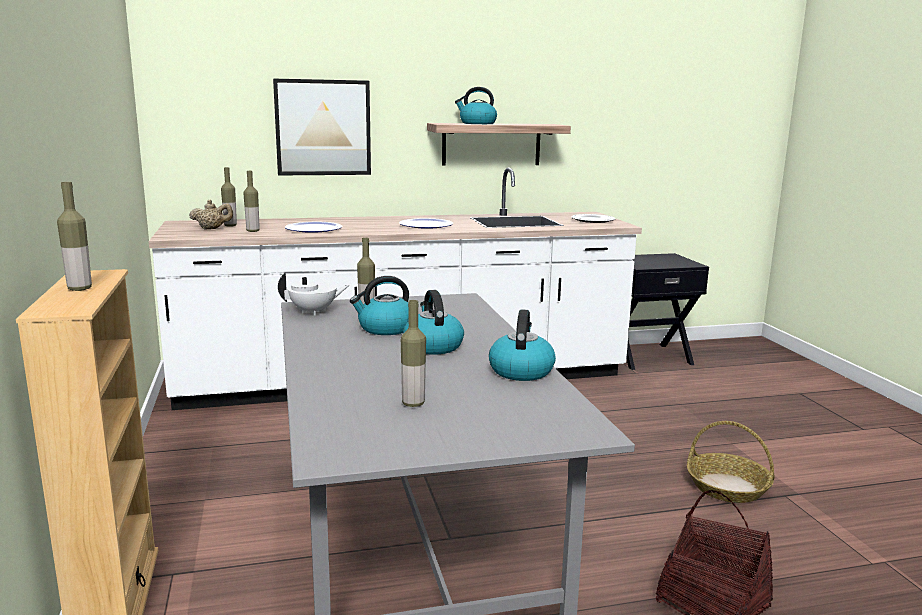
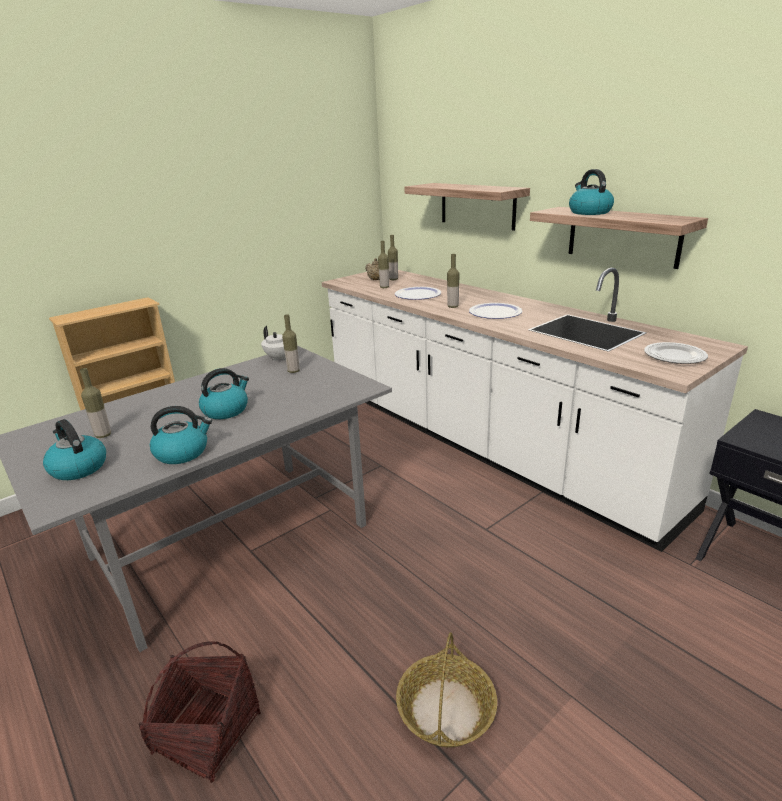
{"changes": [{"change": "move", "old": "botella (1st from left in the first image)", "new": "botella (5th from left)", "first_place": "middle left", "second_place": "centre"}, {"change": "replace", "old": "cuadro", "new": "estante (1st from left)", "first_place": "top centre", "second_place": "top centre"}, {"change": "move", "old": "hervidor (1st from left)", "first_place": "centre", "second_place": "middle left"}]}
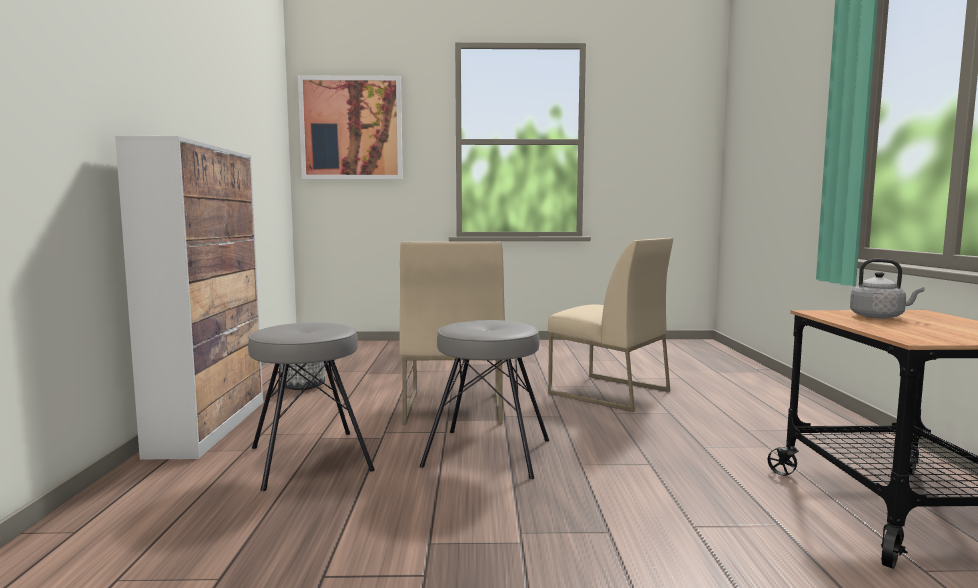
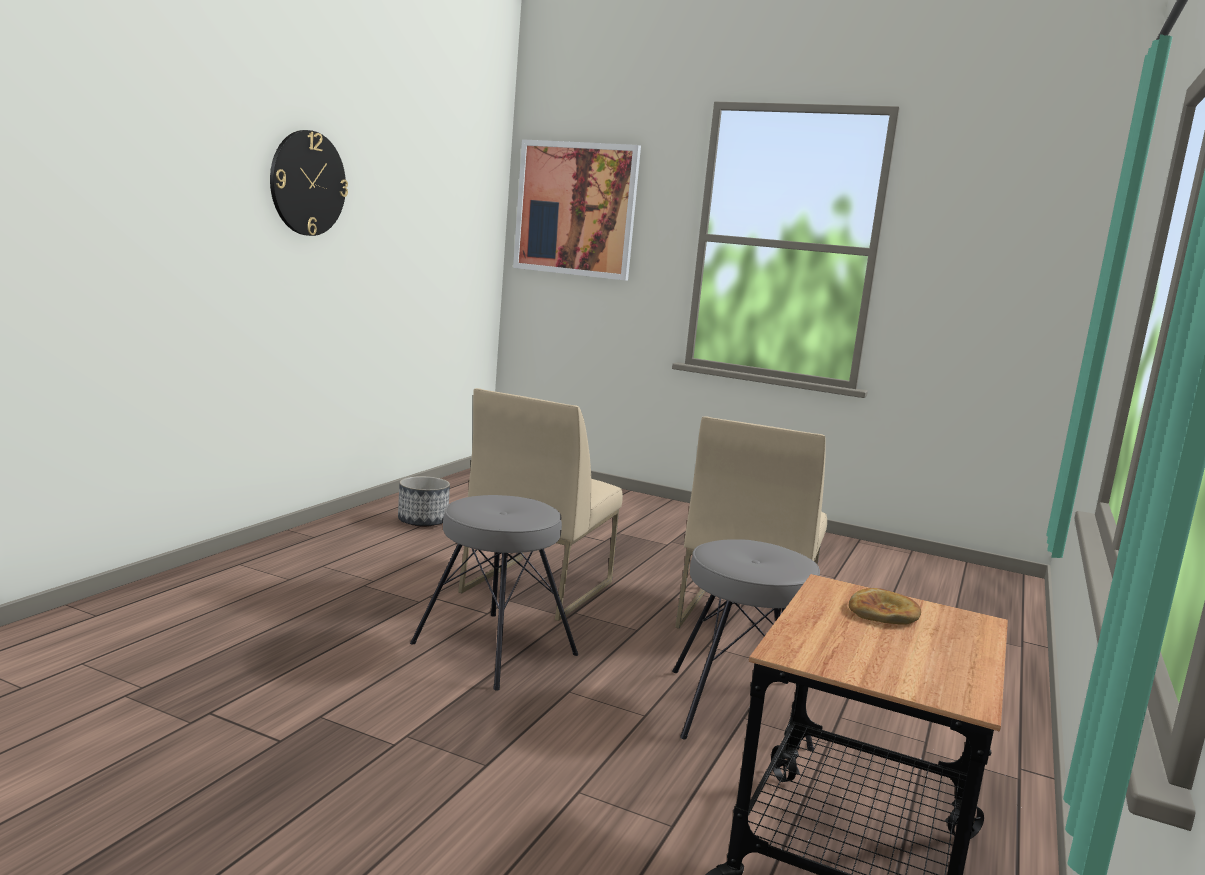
{"changes": [{"change": "delete", "old": "armario", "first_place": "middle left"}, {"change": "move", "old": "taburete/gris (1st from left in the first image)", "new": "taburete/gris (2nd from left)", "first_place": "bottom left", "second_place": "bottom centre"}, {"change": "rotate", "old": "silla/beis (2nd from left)", "first_place": "centre", "second_place": "centre", "degrees": 45}, {"change": "replace", "old": "hervidor/gris", "new": "pan", "first_place": "middle right", "second_place": "bottom right"}, {"change": "insert", "new": "reloj de pared", "second_place": "top left"}]}
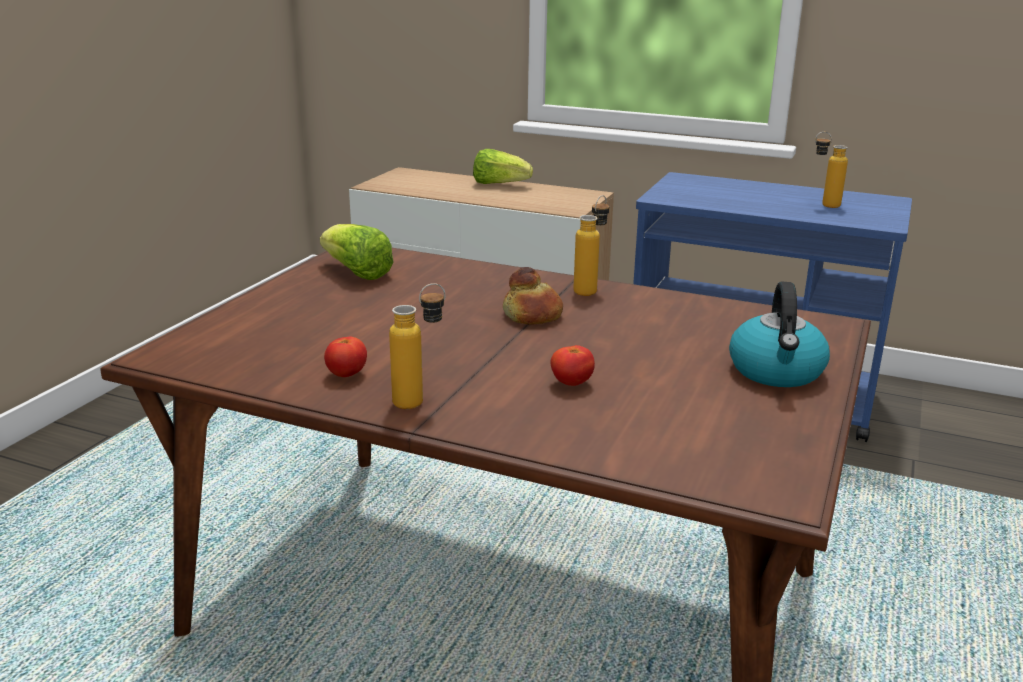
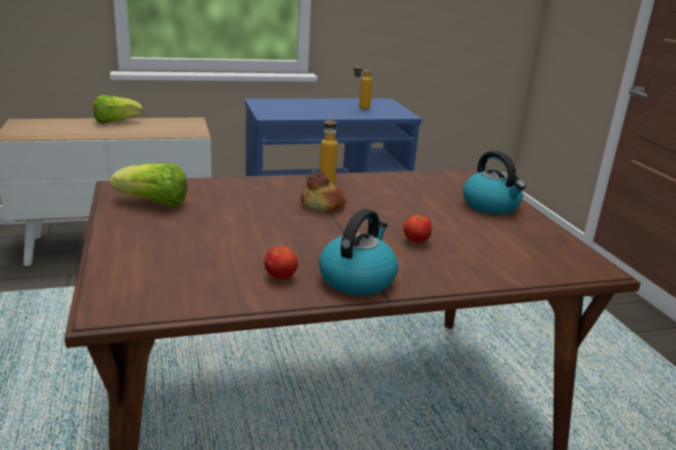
{"changes": [{"change": "replace", "old": "botella (1st from left)", "new": "hervidor (1st from left)", "first_place": "centre", "second_place": "centre"}]}
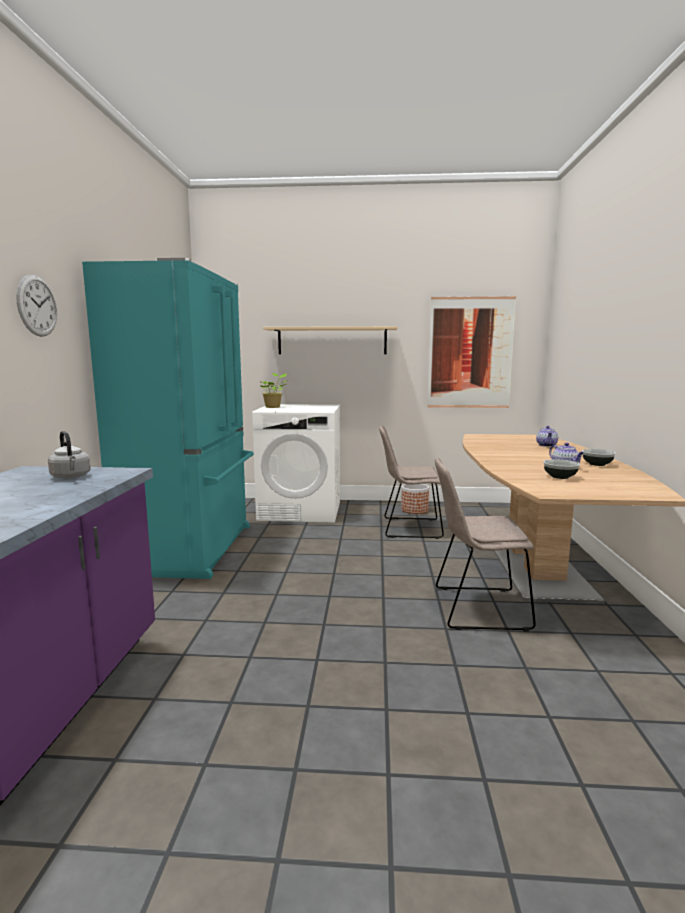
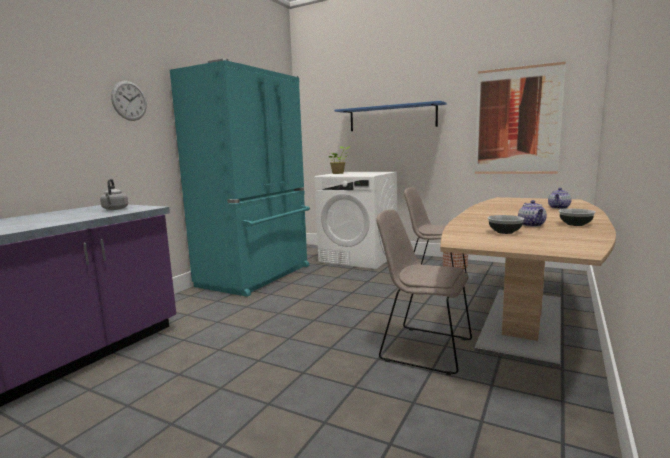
{"changes": [{"change": "recolor", "old": "estante/beis", "new": "estante/azul", "first_place": "centre", "second_place": "top centre"}]}
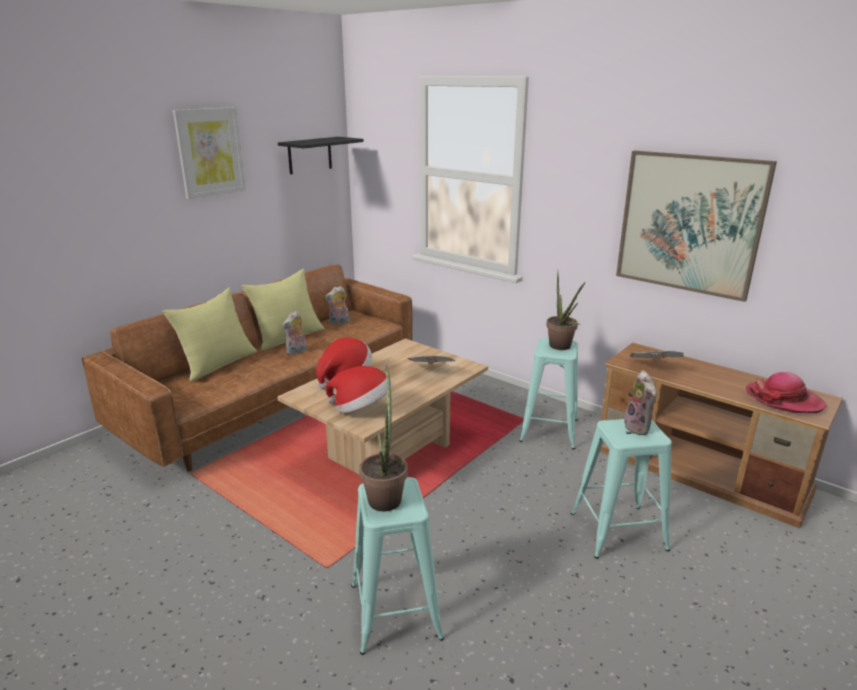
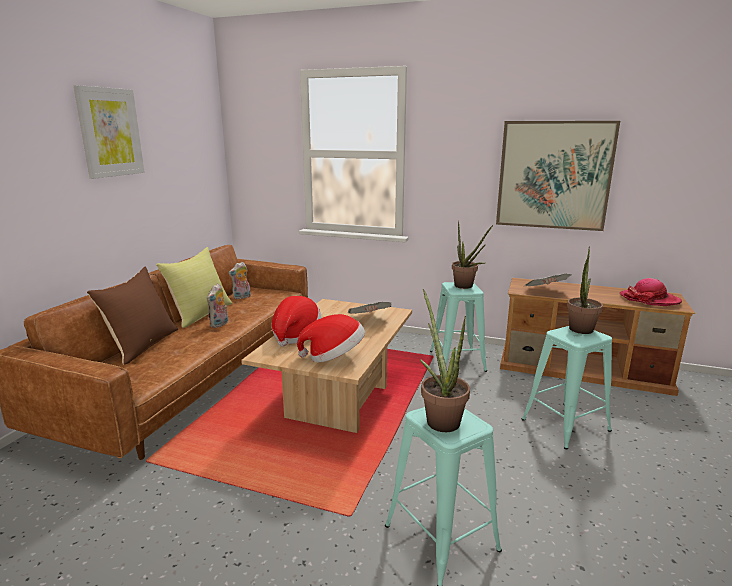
{"changes": [{"change": "recolor", "old": "cojín/amarillo (1st from left)", "new": "cojín/marrón", "first_place": "middle left", "second_place": "middle left"}, {"change": "delete", "old": "estante/negro", "first_place": "top centre"}, {"change": "replace", "old": "peluche (3rd from left)", "new": "planta en maceta (3rd from left)", "first_place": "middle right", "second_place": "middle right"}]}
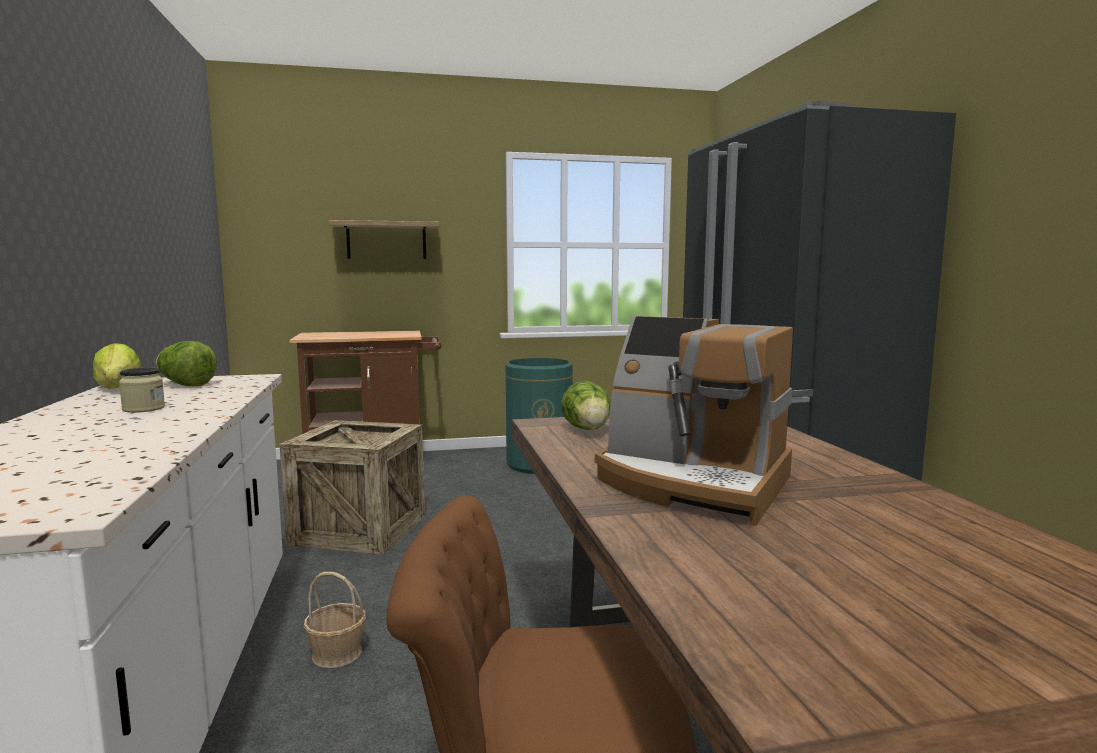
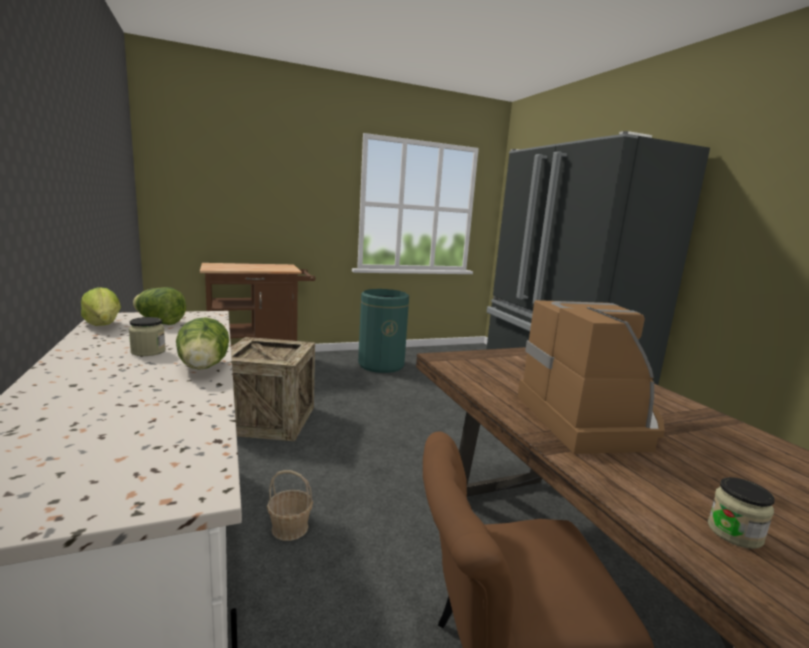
{"changes": [{"change": "delete", "old": "estante", "first_place": "top centre"}, {"change": "move", "old": "lechuga (3rd from left)", "first_place": "centre", "second_place": "middle left"}, {"change": "rotate", "old": "cafetera", "first_place": "centre", "second_place": "middle right", "degrees": -120}, {"change": "insert", "new": "tarro (2nd from left)", "second_place": "bottom right"}]}
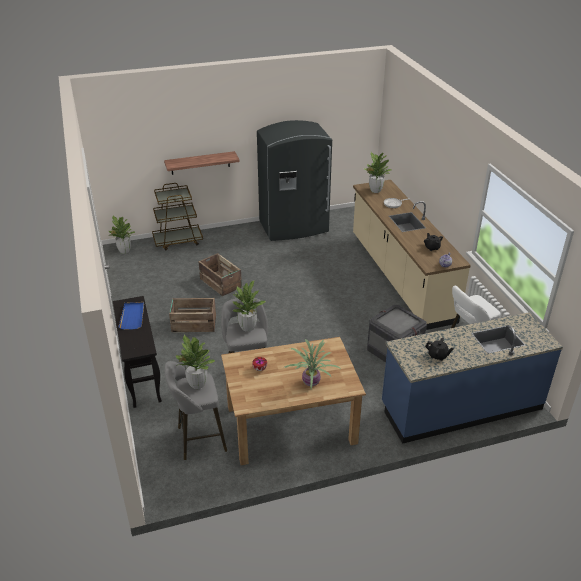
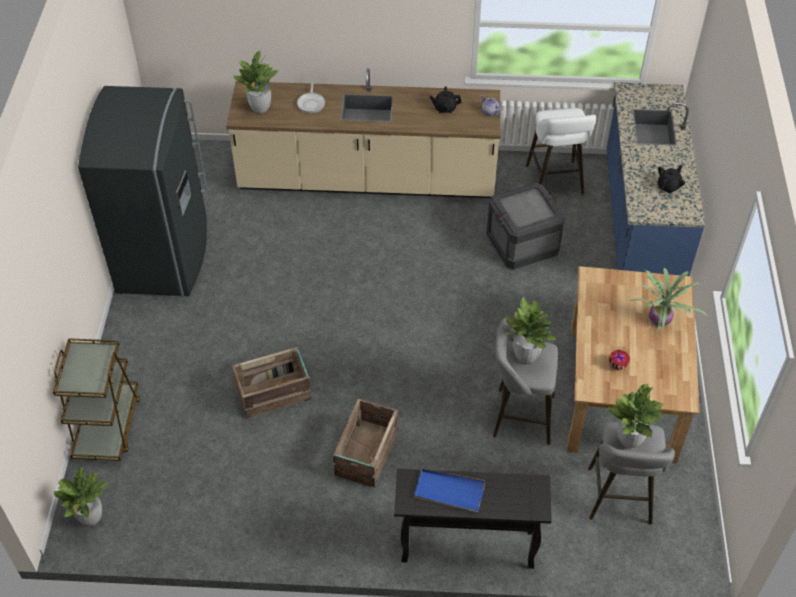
{"changes": [{"change": "delete", "old": "estante", "first_place": "top centre"}]}
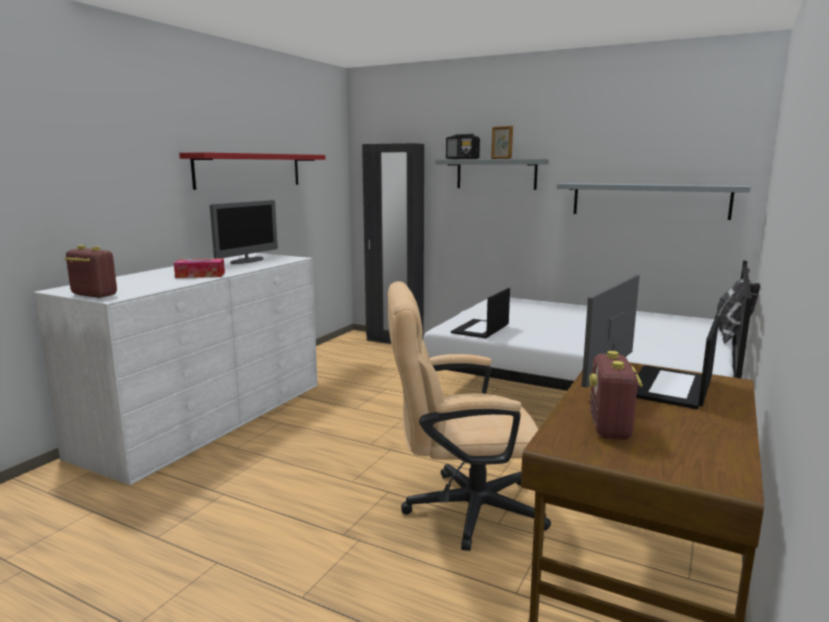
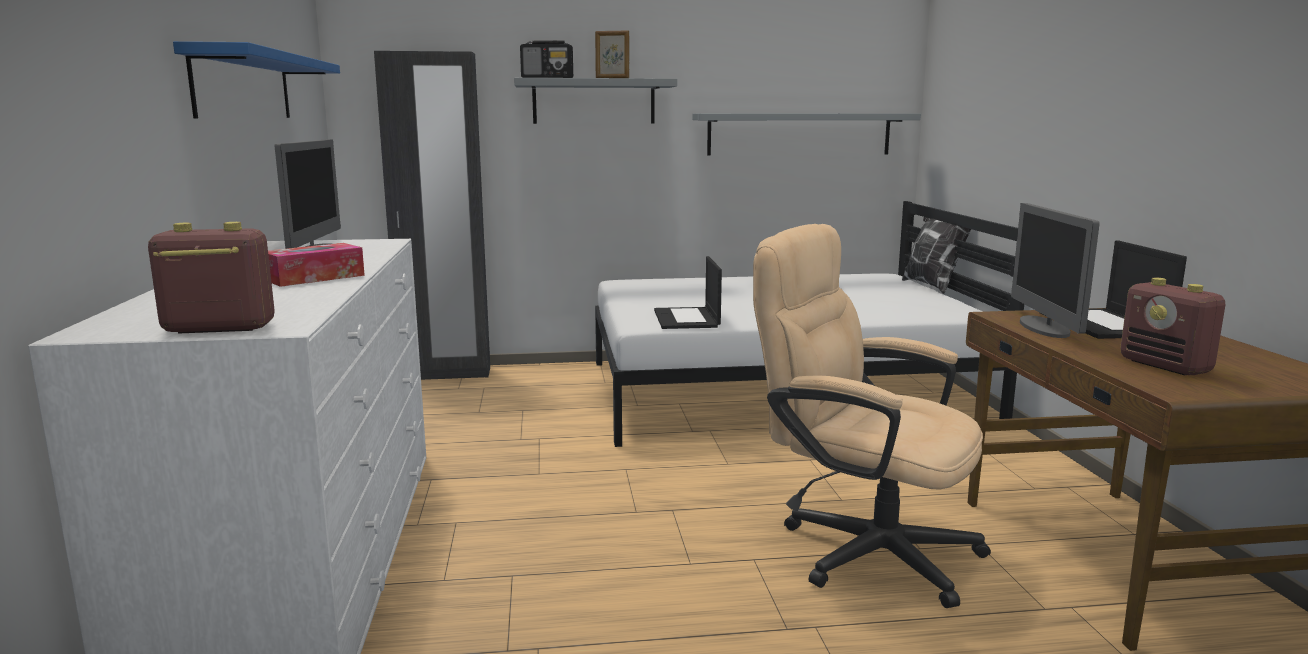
{"changes": [{"change": "recolor", "old": "estante/rojo", "new": "estante/azul", "first_place": "top left", "second_place": "top left"}, {"change": "rotate", "old": "silla de oficina/beis", "first_place": "bottom centre", "second_place": "middle right", "degrees": 75}]}
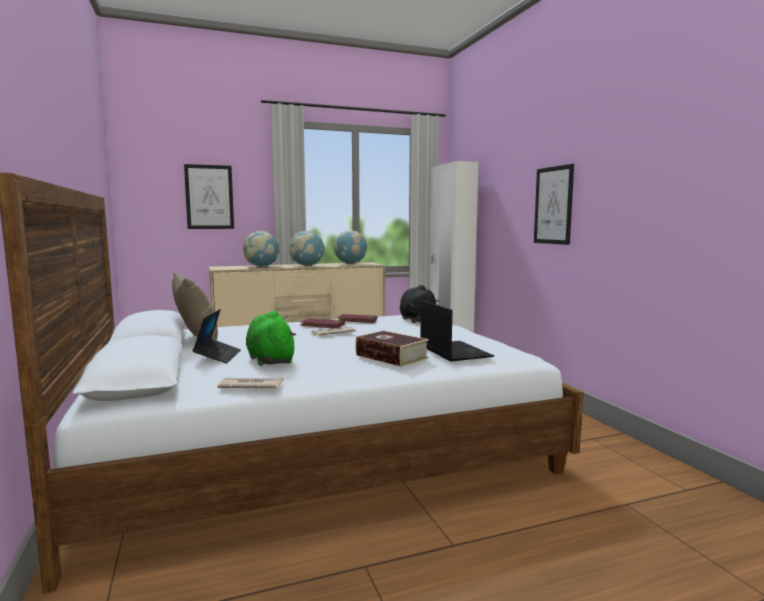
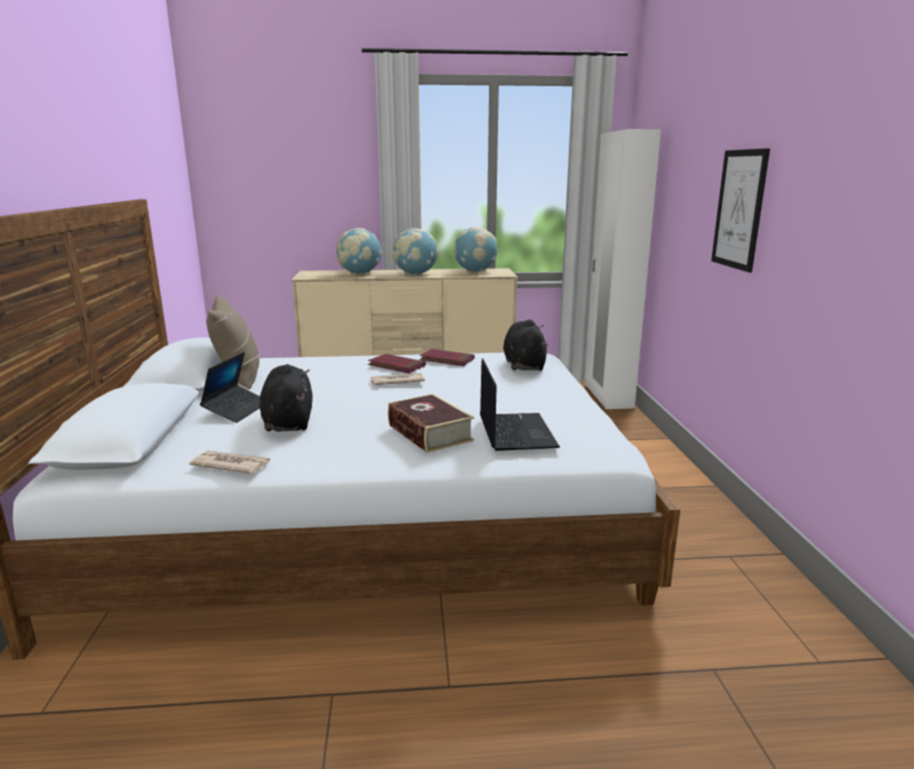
{"changes": [{"change": "delete", "old": "cuadro (1st from left)", "first_place": "top left"}, {"change": "recolor", "old": "peluche/verde", "new": "peluche/negro (1st from left)", "first_place": "centre", "second_place": "middle left"}]}
